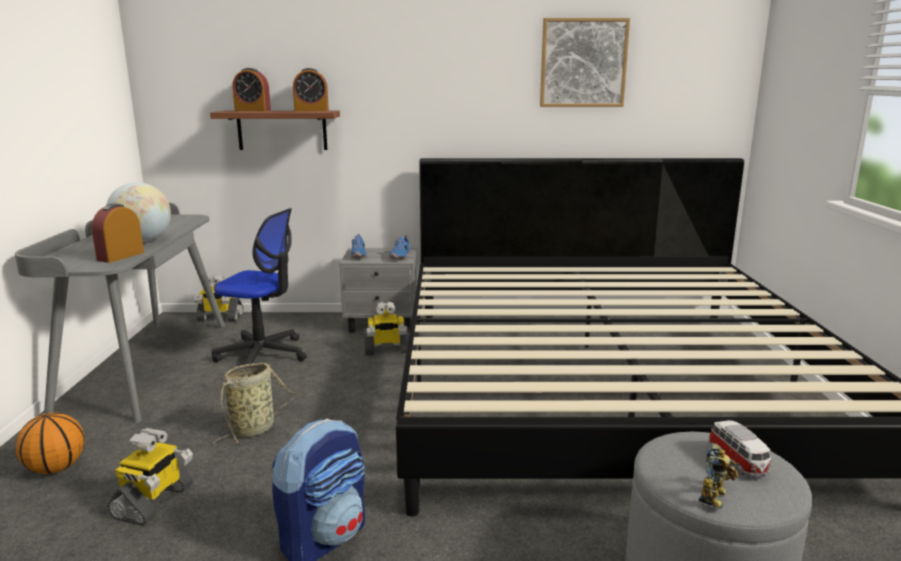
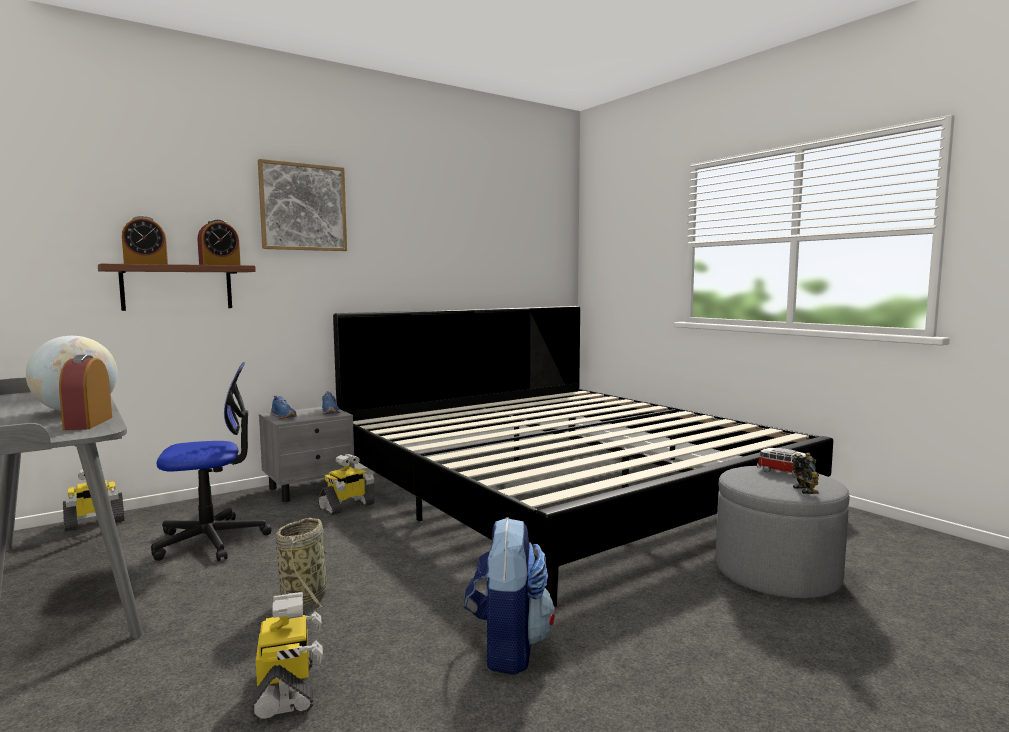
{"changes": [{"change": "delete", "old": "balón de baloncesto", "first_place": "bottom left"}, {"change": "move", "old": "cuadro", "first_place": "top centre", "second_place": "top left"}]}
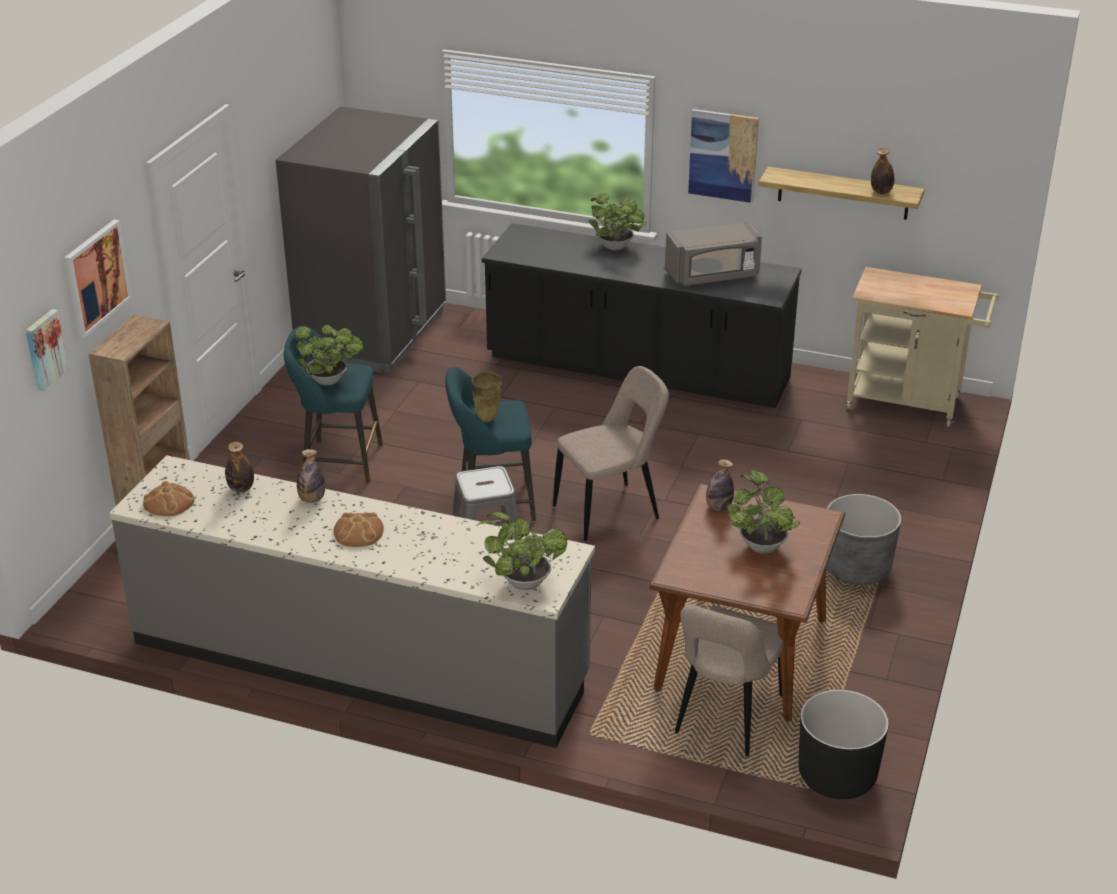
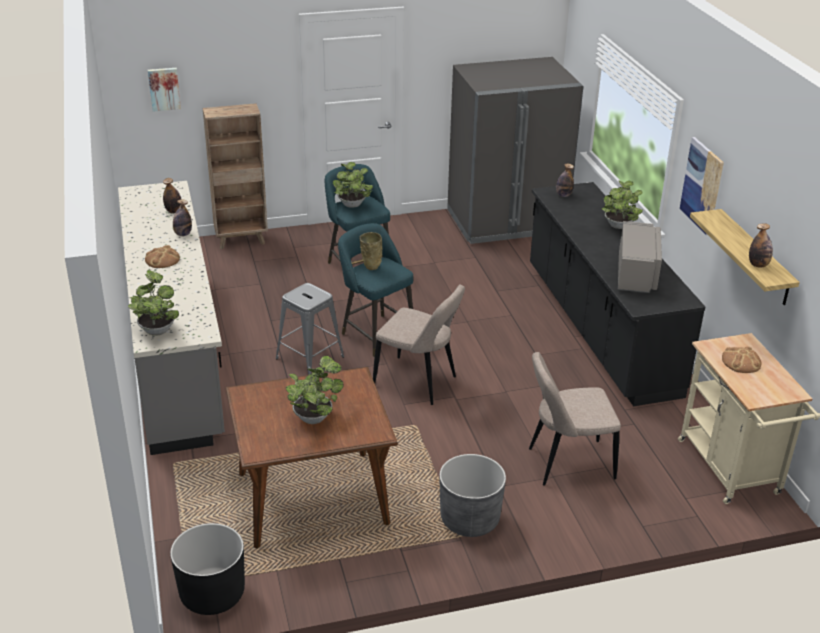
{"changes": [{"change": "delete", "old": "cuadro (2nd from left)", "first_place": "top left"}, {"change": "move", "old": "pan (1st from left in the first image)", "new": "pan (2nd from left)", "first_place": "middle left", "second_place": "middle right"}, {"change": "rotate", "old": "microondas/gris", "first_place": "top centre", "second_place": "middle right", "degrees": -120}, {"change": "move", "old": "silla/beis (2nd from left)", "first_place": "bottom centre", "second_place": "middle right"}, {"change": "move", "old": "botella (3rd from left)", "first_place": "centre", "second_place": "top right"}]}
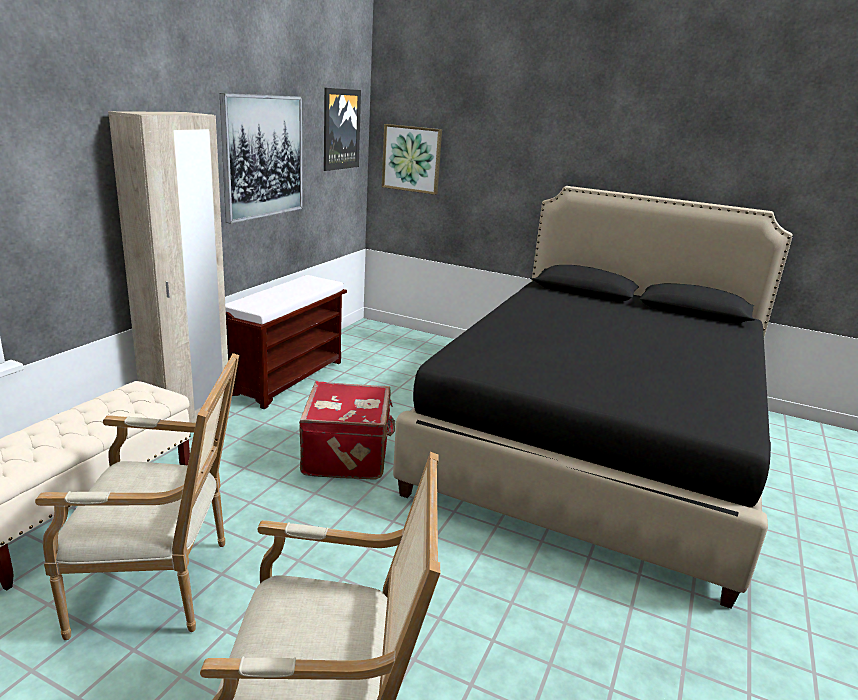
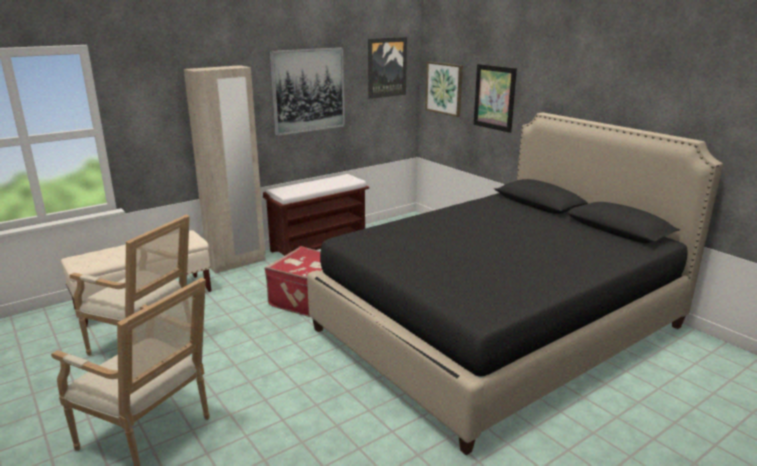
{"changes": [{"change": "insert", "new": "cuadro (4th from left)", "second_place": "top centre"}]}
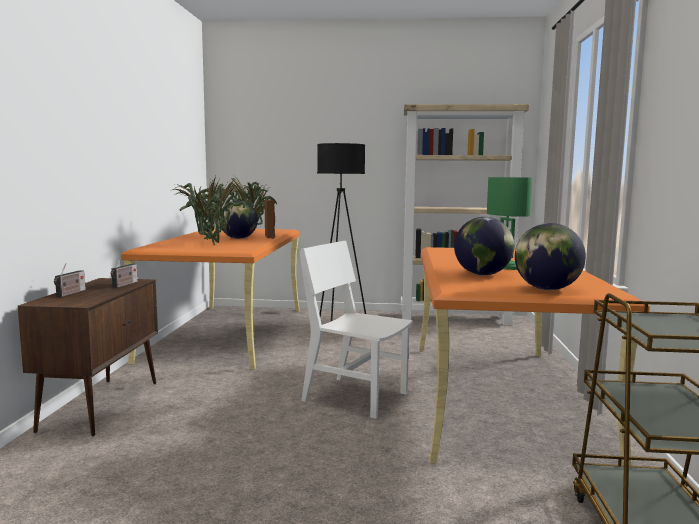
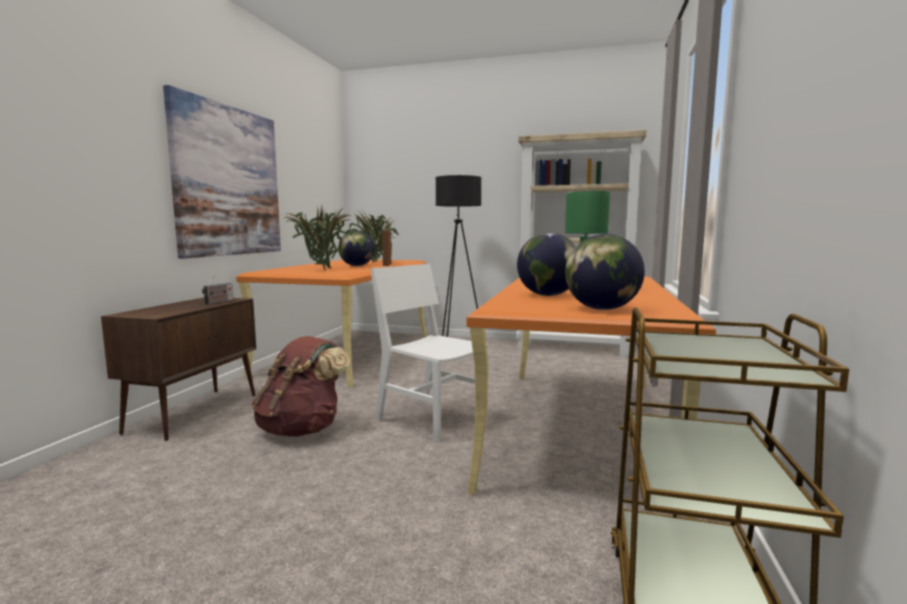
{"changes": [{"change": "delete", "old": "radio (1st from left)", "first_place": "middle left"}, {"change": "insert", "new": "cuadro", "second_place": "top left"}, {"change": "insert", "new": "mochila/marrón", "second_place": "middle left"}]}
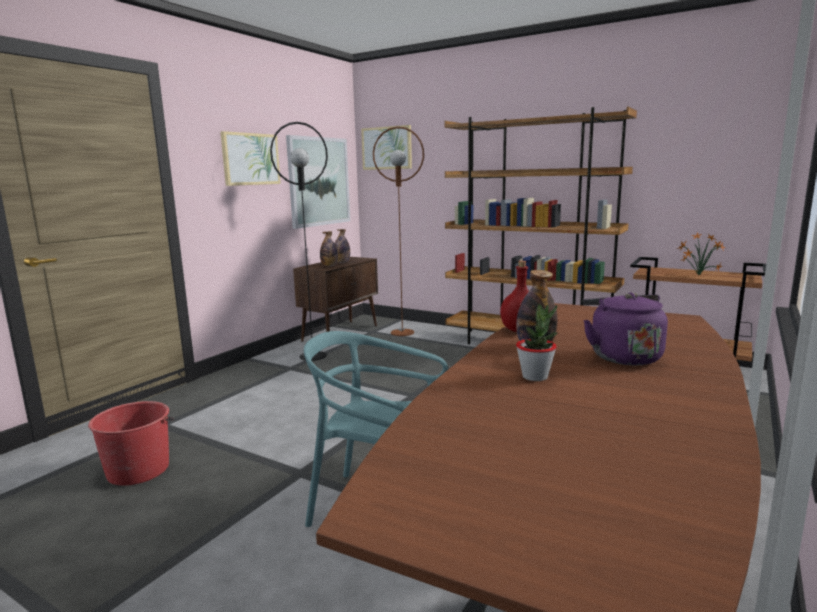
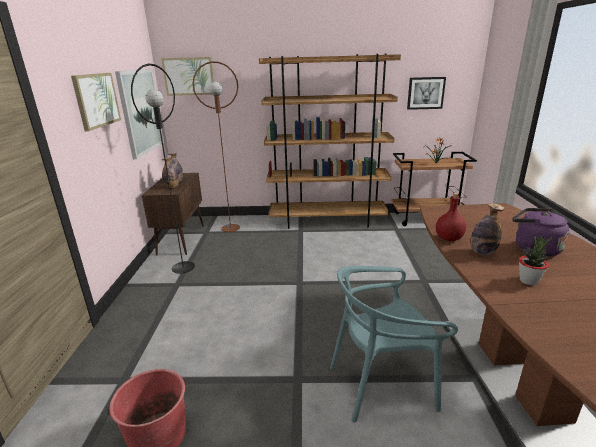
{"changes": [{"change": "insert", "new": "cuadro (4th from left)", "second_place": "top right"}]}
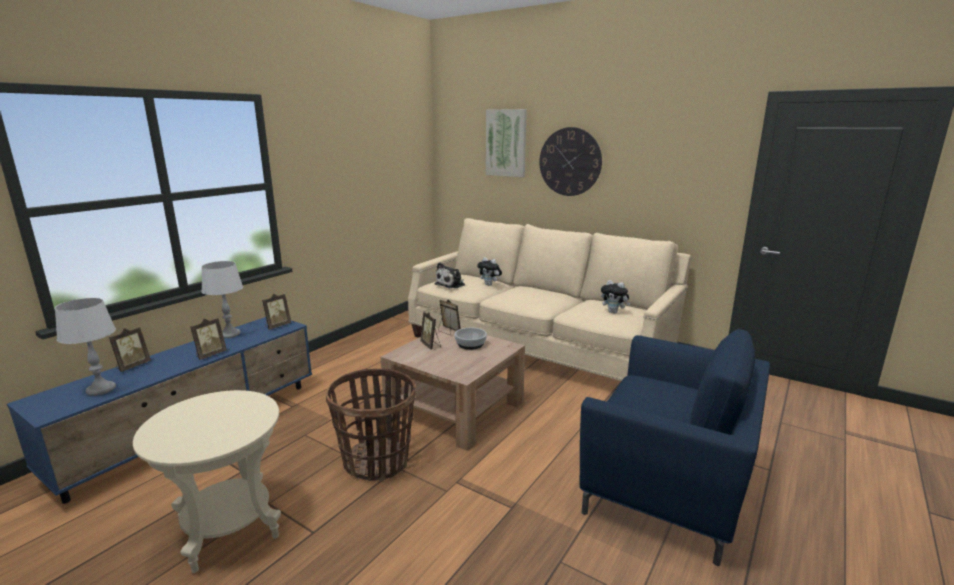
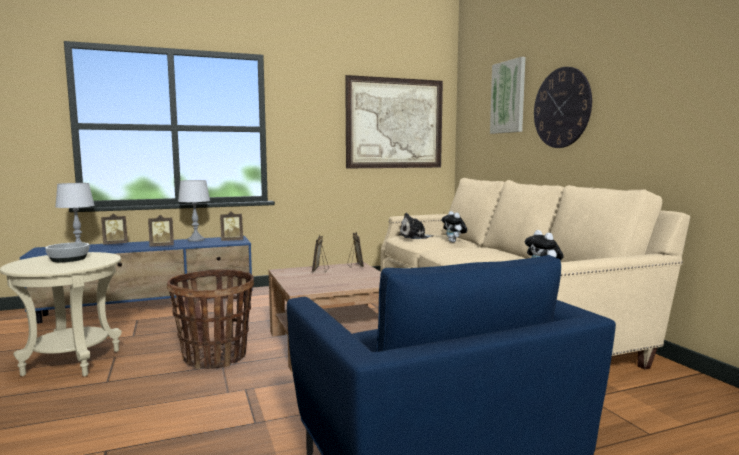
{"changes": [{"change": "move", "old": "cuenco", "first_place": "centre", "second_place": "middle left"}, {"change": "insert", "new": "cuadro (1st from left)", "second_place": "top centre"}]}
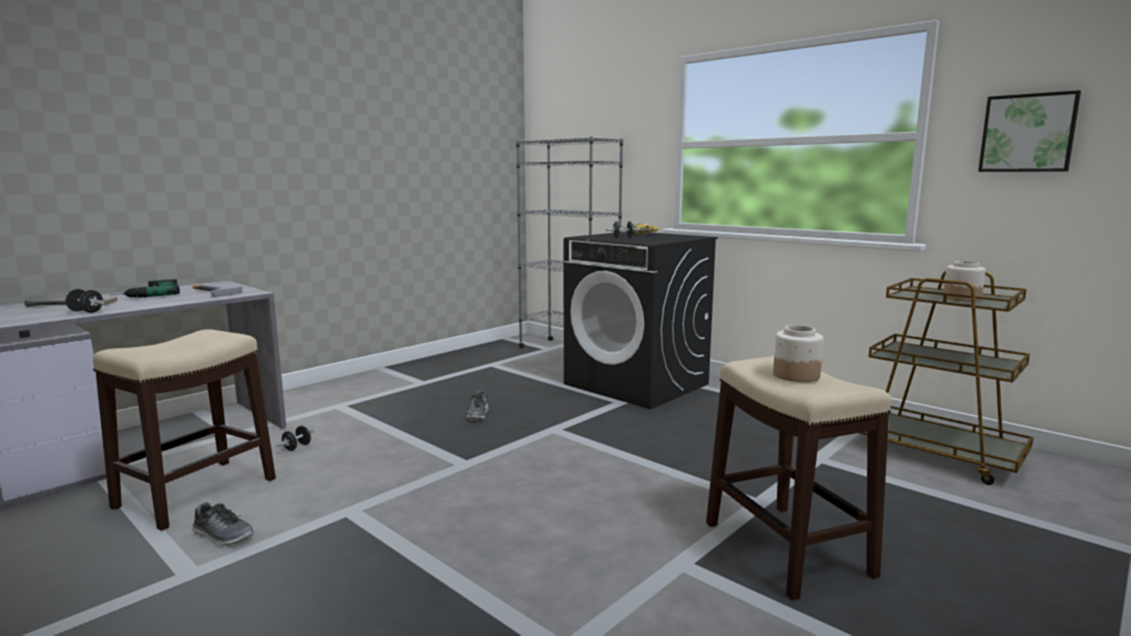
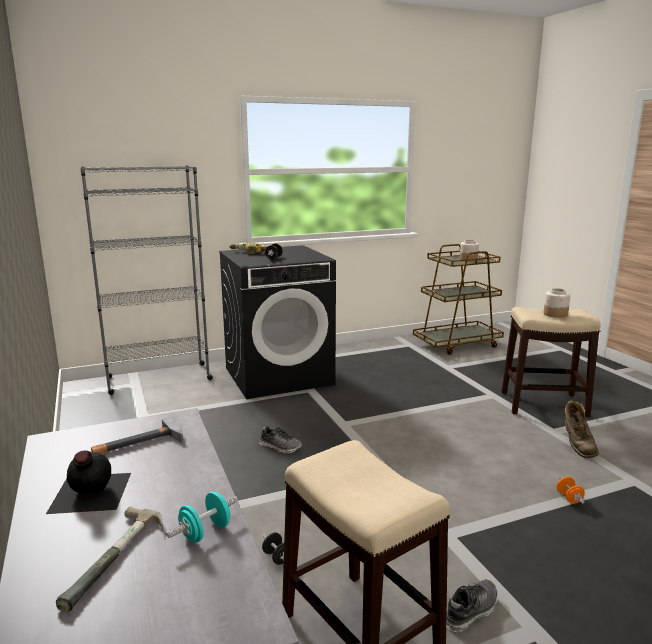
{"changes": [{"change": "recolor", "old": "mancuerna/negro (1st from left)", "new": "mancuerna/turquesa", "first_place": "middle left", "second_place": "bottom left"}, {"change": "replace", "old": "taladro (1st from left)", "new": "botella/negro", "first_place": "middle left", "second_place": "bottom left"}, {"change": "delete", "old": "cuadro", "first_place": "top right"}, {"change": "insert", "new": "mancuerna/naranja", "second_place": "bottom right"}, {"change": "insert", "new": "bota/marrón", "second_place": "middle right"}]}
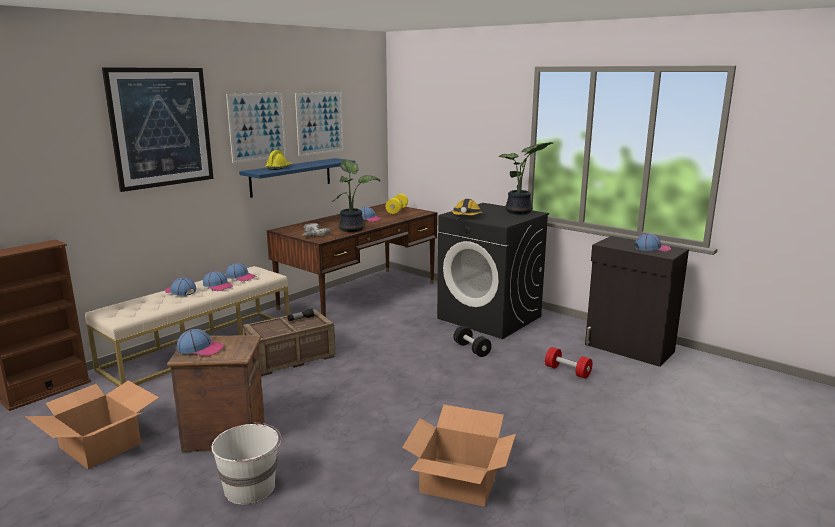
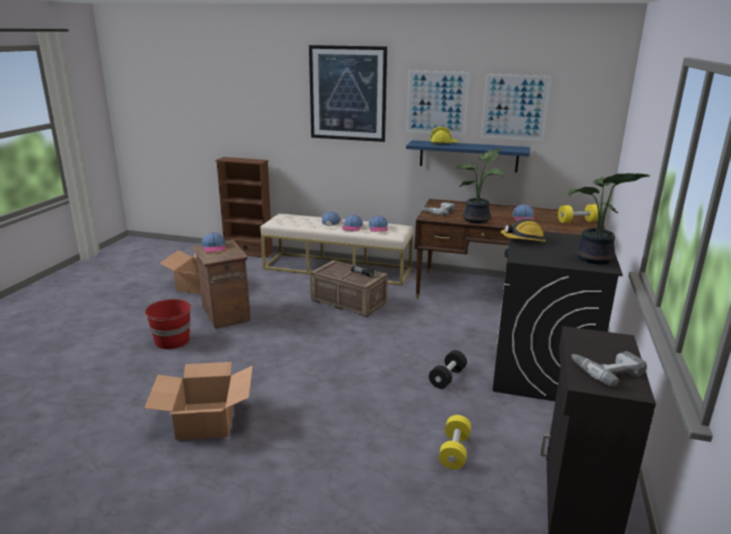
{"changes": [{"change": "recolor", "old": "cubo/blanco", "new": "cubo/rojo", "first_place": "bottom left", "second_place": "middle left"}, {"change": "recolor", "old": "mancuerna/rojo", "new": "mancuerna/amarillo (1st from left)", "first_place": "bottom right", "second_place": "bottom centre"}, {"change": "replace", "old": "gorra (6th from left)", "new": "taladro (2nd from left)", "first_place": "middle right", "second_place": "bottom right"}]}
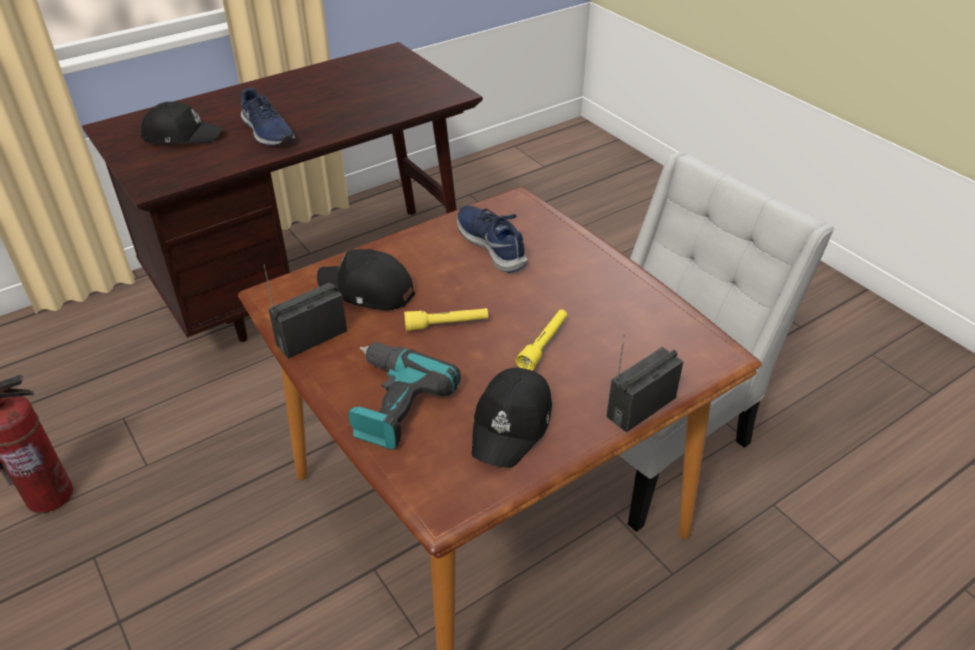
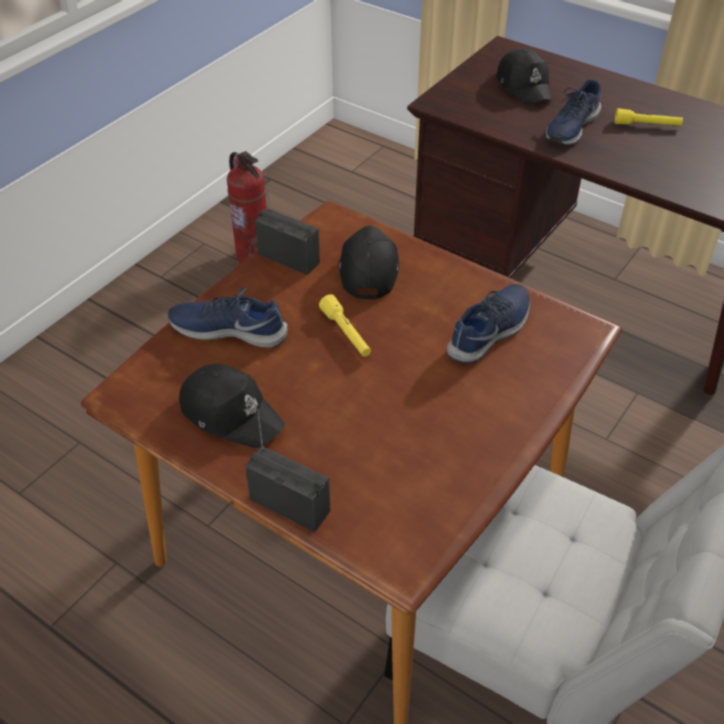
{"changes": [{"change": "replace", "old": "taladro", "new": "zapato/azul (1st from left)", "first_place": "centre", "second_place": "middle left"}, {"change": "rotate", "old": "gorra/negro (3rd from left in the first image)", "first_place": "centre", "second_place": "middle left", "degrees": -150}, {"change": "move", "old": "linterna/amarillo (2nd from left)", "first_place": "centre", "second_place": "top right"}]}
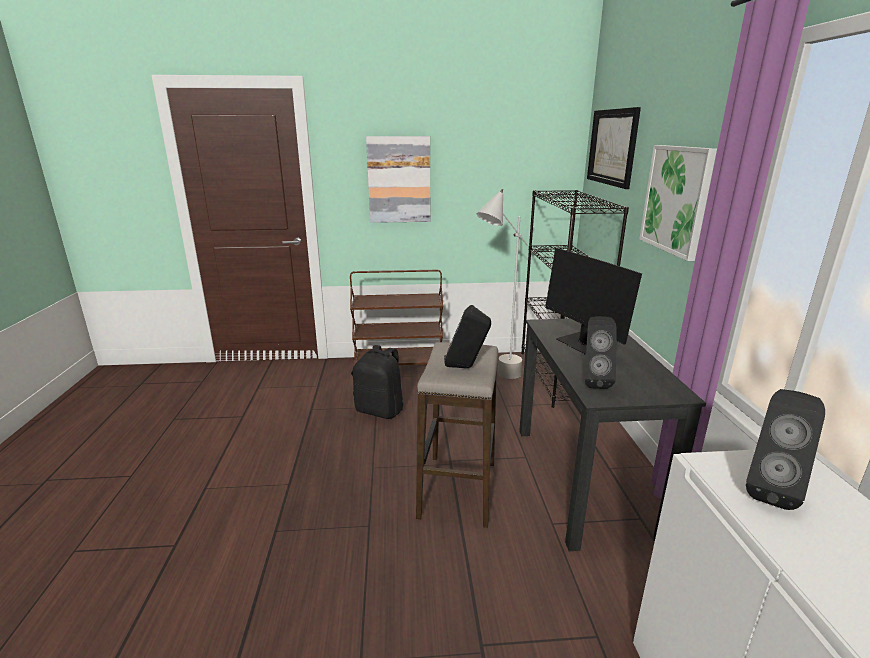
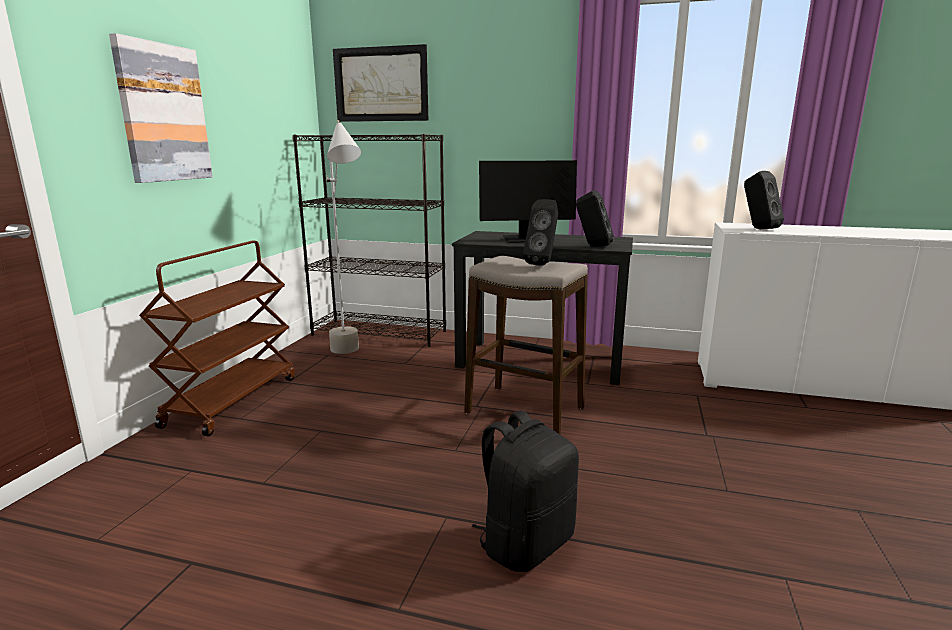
{"changes": [{"change": "move", "old": "mochila/negro", "first_place": "centre", "second_place": "bottom centre"}, {"change": "delete", "old": "cuadro (3rd from left)", "first_place": "top right"}]}
